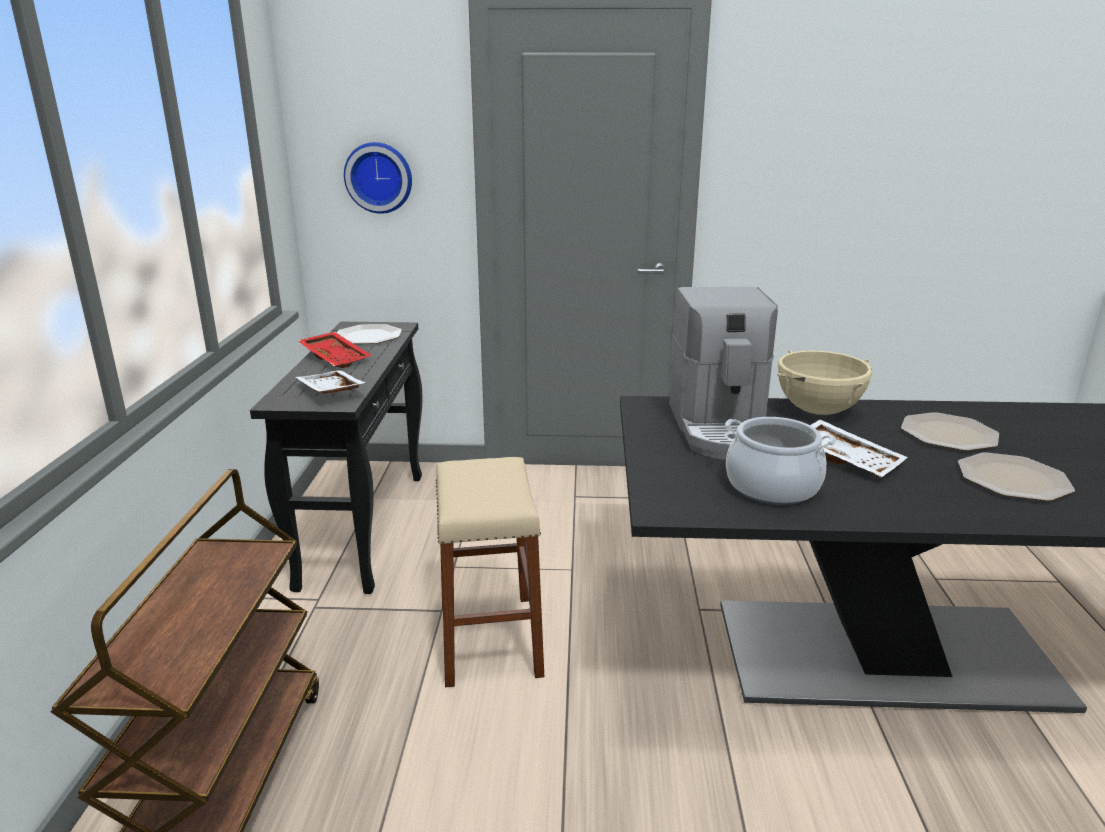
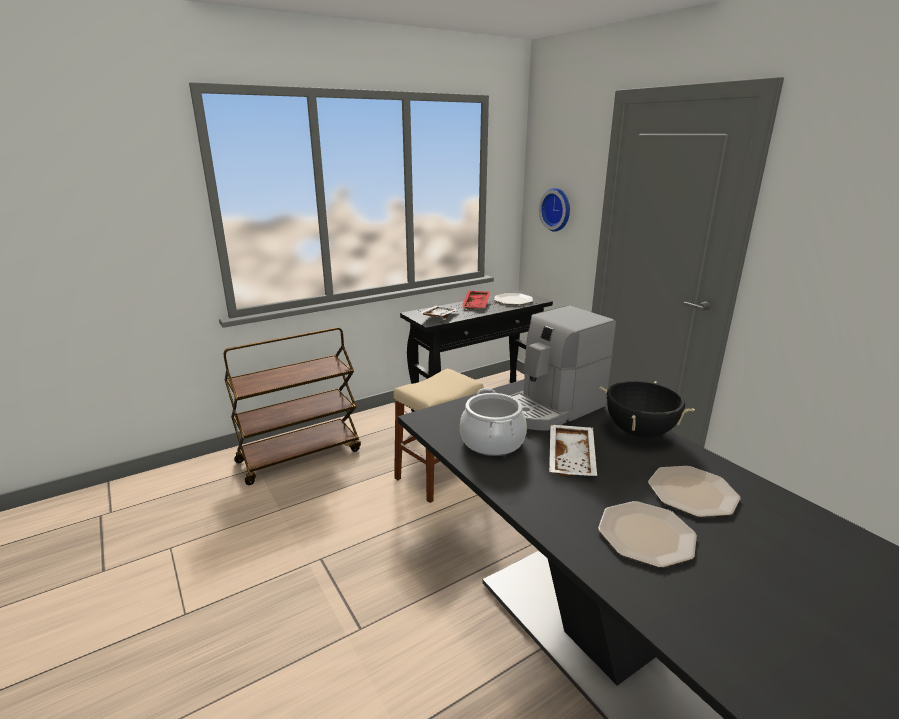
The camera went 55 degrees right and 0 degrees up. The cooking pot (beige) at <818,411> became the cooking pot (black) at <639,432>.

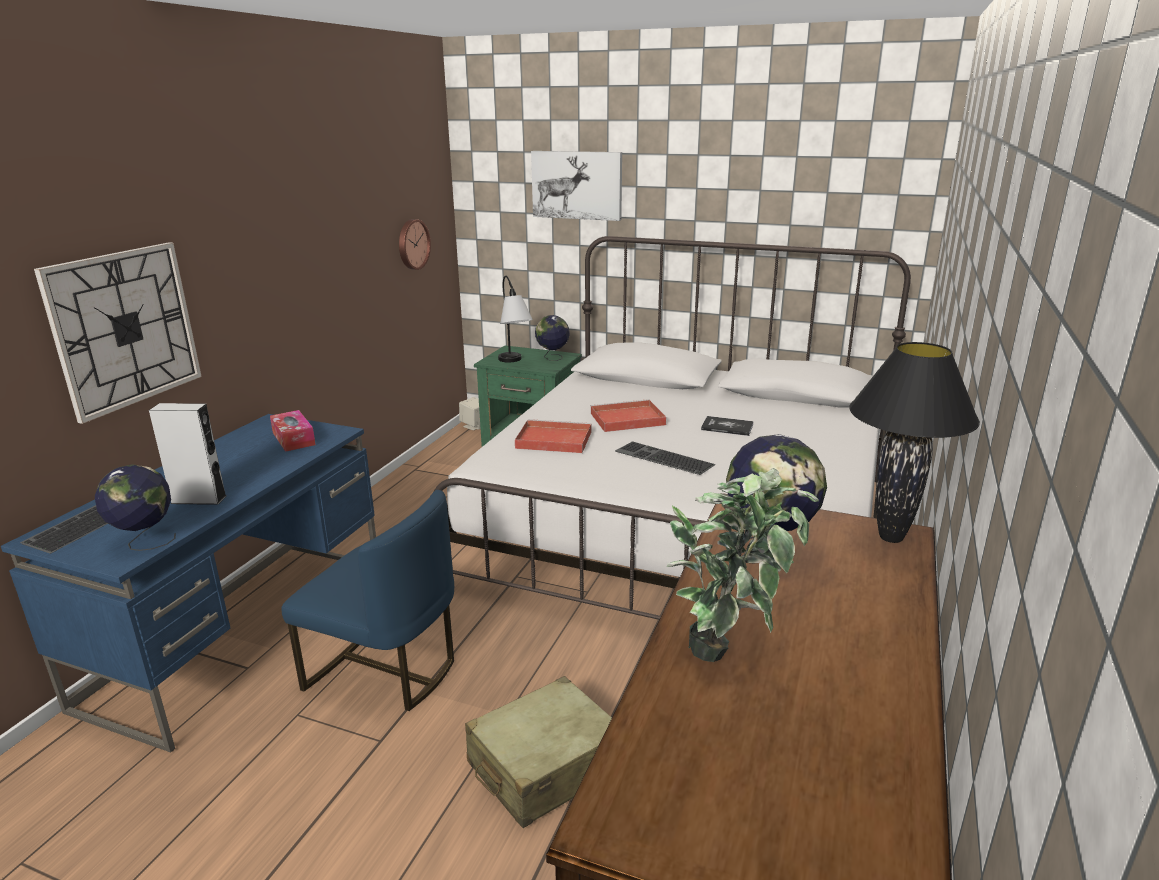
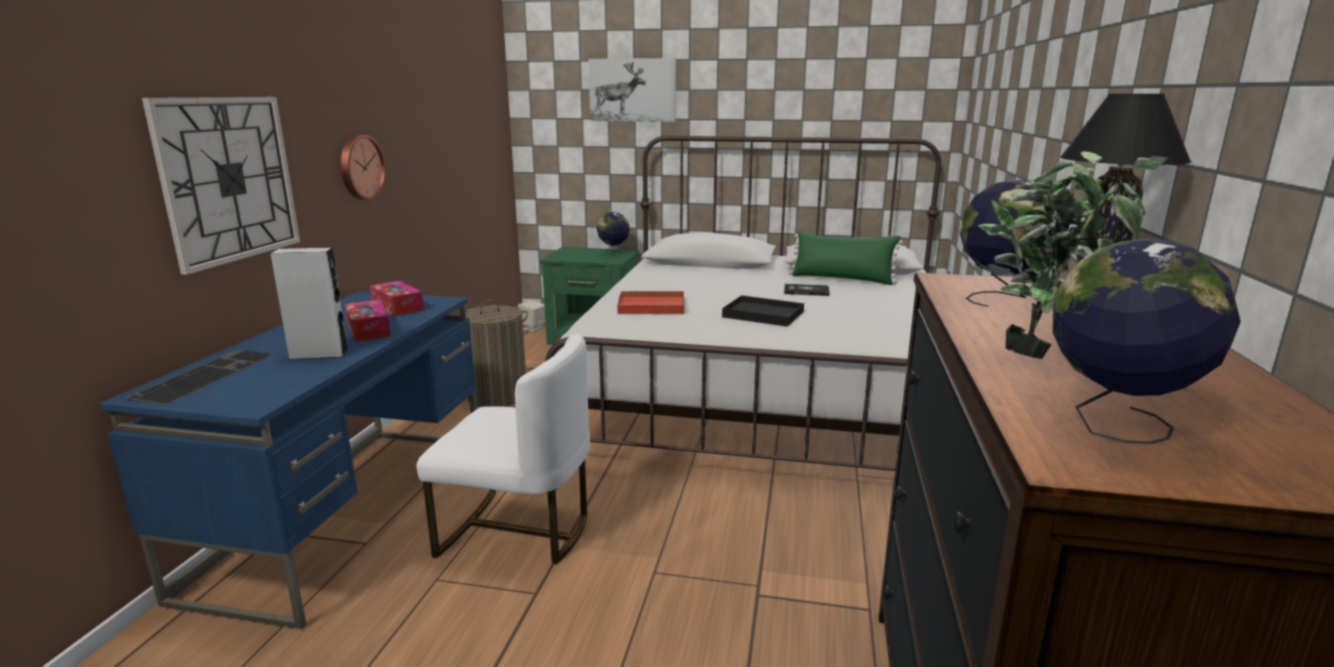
The camera went 10 degrees left and 5 degrees down. The globe moved from <145,542> to <1115,427>. The chair (blue) at <385,670> became the chair (white) at <518,531>. The wall clock moved from <412,244> to <360,167>. The suitcase (beige) at <545,766> disappeared. The table lamp at <514,363> disappeared. The tray (red) at <626,419> disappeared. The keyboard at <662,458> was replaced by the tray (black) at <761,314>. The tissue box at <368,330> appeared. The laundry basket at <497,396> appeared. The pillow (green) at <842,279> appeared.

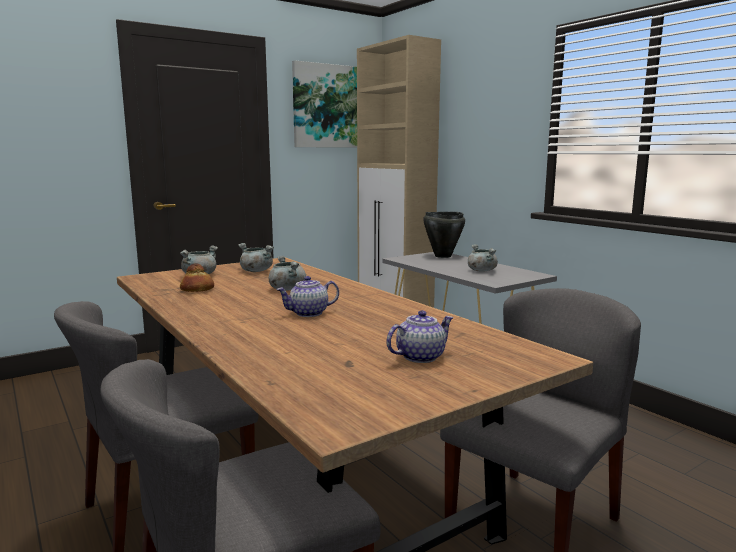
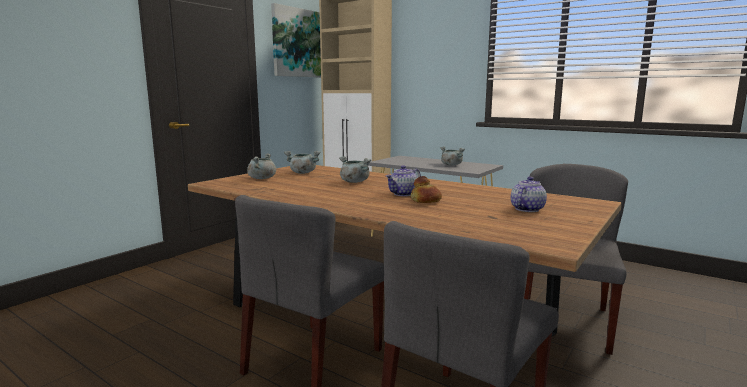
The camera went 20 degrees left and 0 degrees up. The bread moved from <197,290> to <425,201>. The cooking pot (black) at <442,256> disappeared.

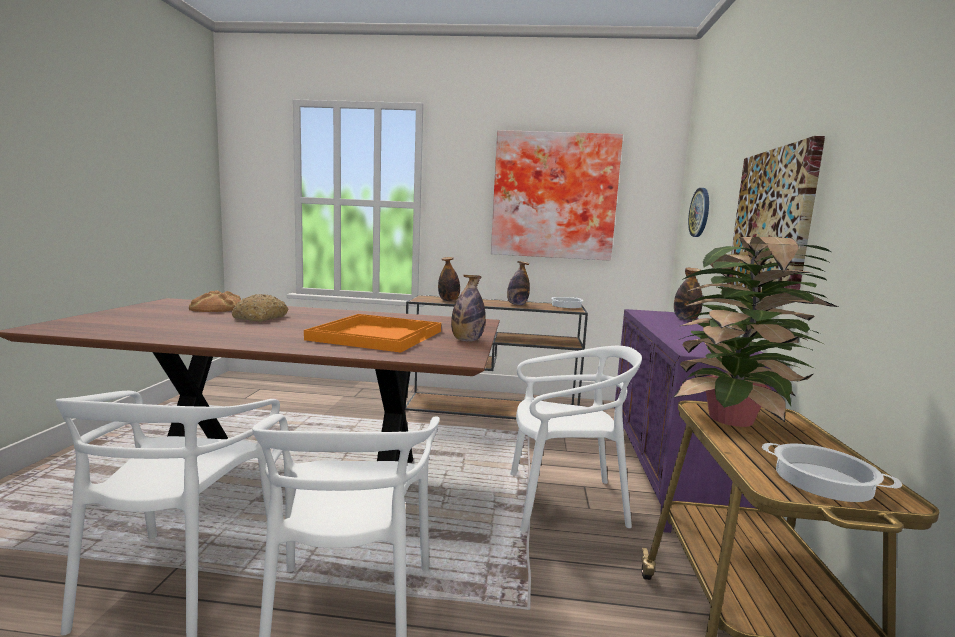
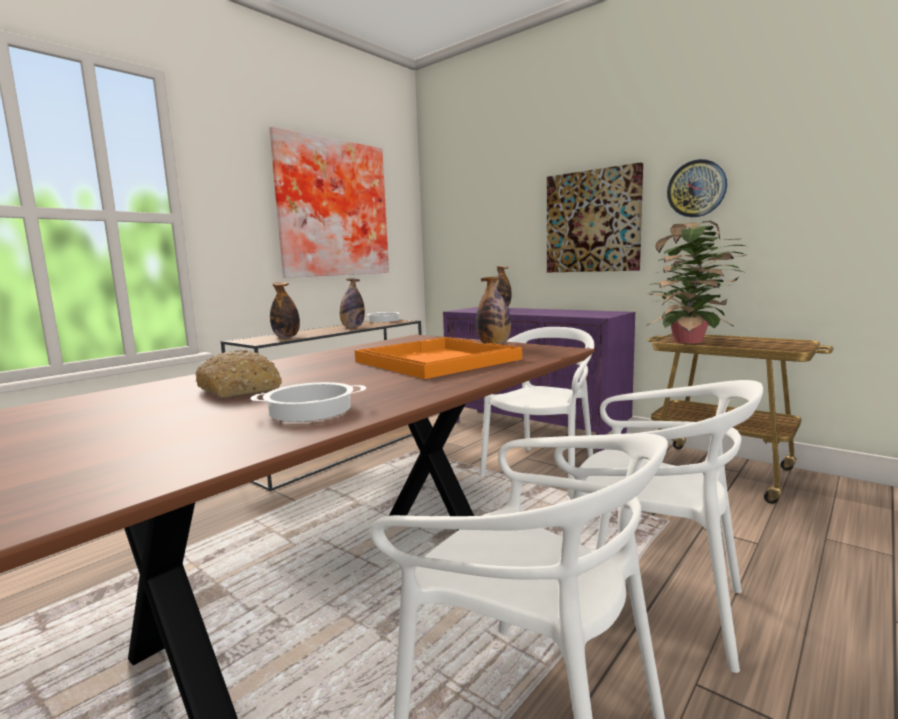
The camera went 55 degrees left and 0 degrees up. The bread at <216,308> disappeared. The wall clock moved from <700,212> to <696,189>. The cooking pot moved from <822,480> to <310,410>.

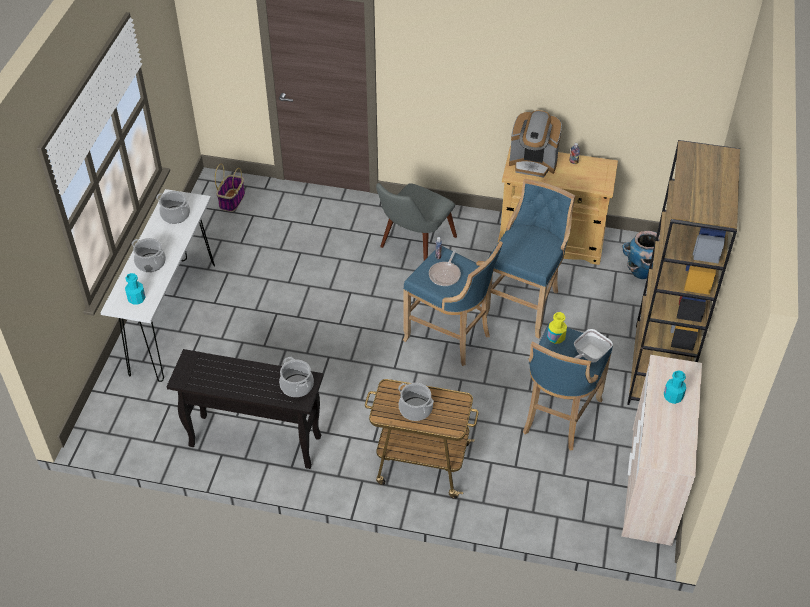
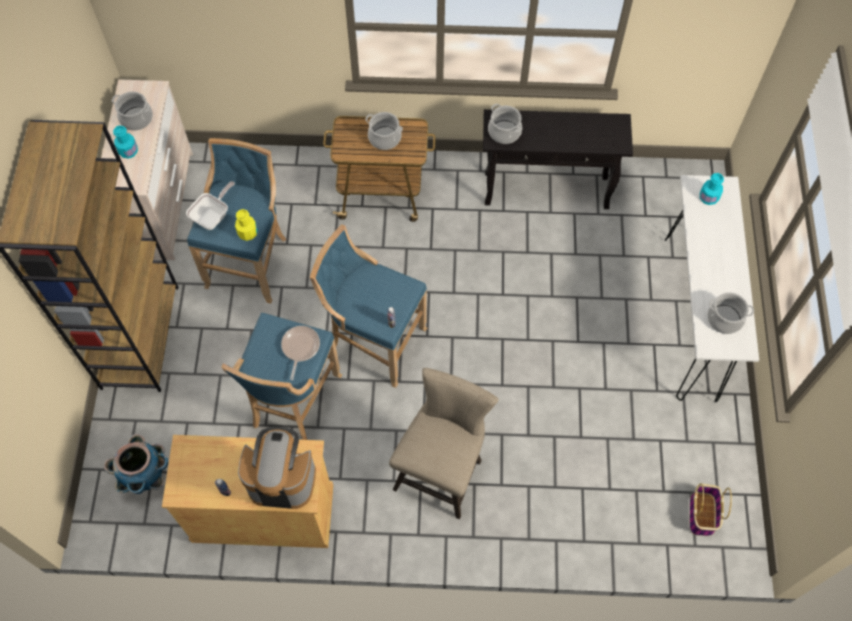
The camera went 170 degrees right and 15 degrees up. The cooking pot moved from <150,263> to <136,118>. The chair (grey) at <412,247> was replaced by the stool (beige) at <441,470>. The frying pan moved from <445,274> to <300,348>.

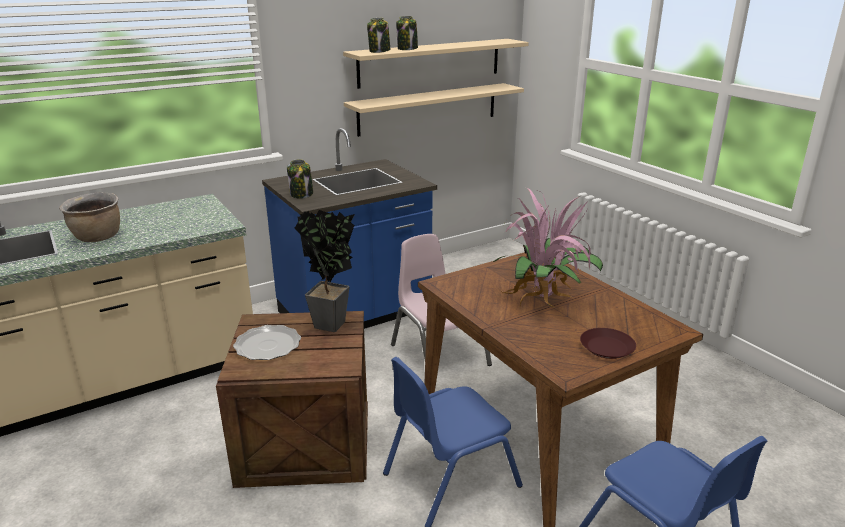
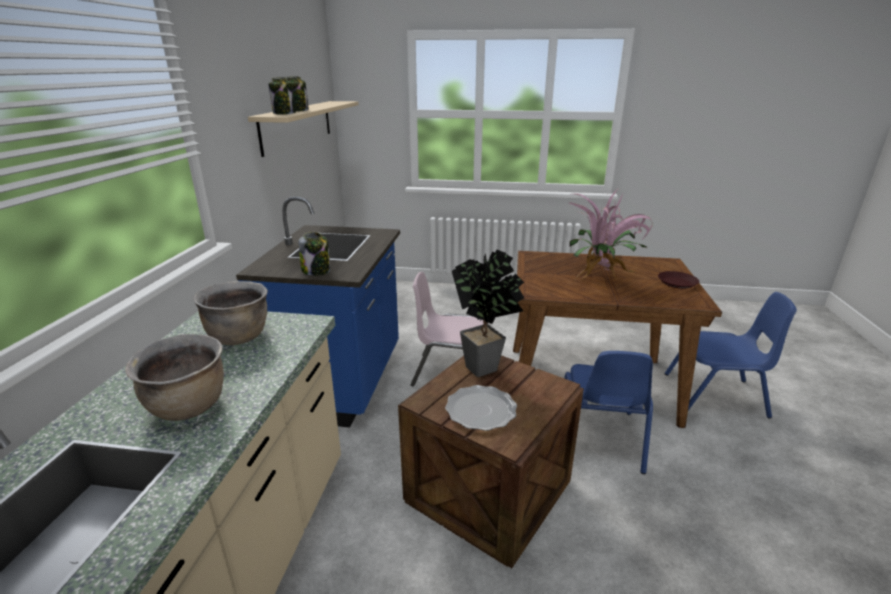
The camera went 50 degrees left and 0 degrees up. The shelf (beige) at <428,109> disappeared. The cooking pot (brown) at <239,336> appeared.

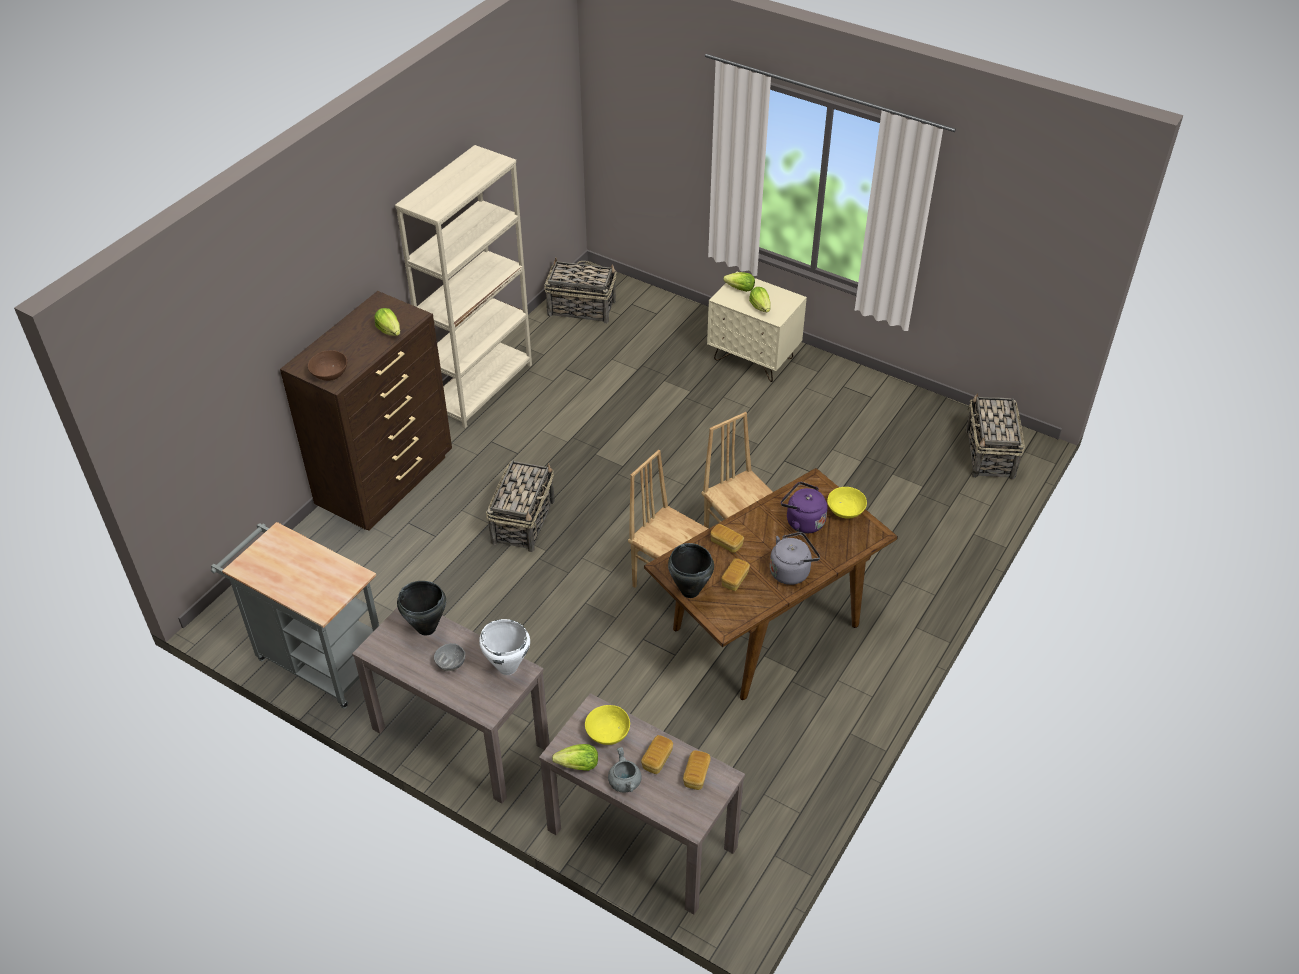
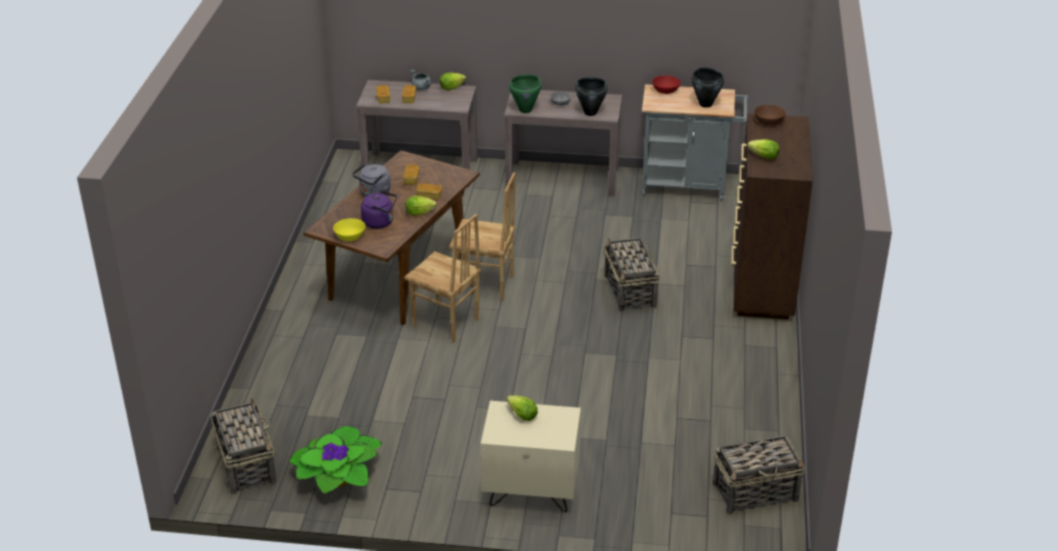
The camera went 155 degrees right and 10 degrees down. The bookcase (beige) at <481,387> disappeared. The cooking pot (white) at <507,667> became the cooking pot (green) at <525,110>. The bowl (yellow) at <607,733> disappeared. The cooking pot (black) moved from <690,591> to <705,104>. The lettuce moved from <740,289> to <419,213>. The potted plant at <339,477> appeared. The bowl (red) at <665,91> appeared.

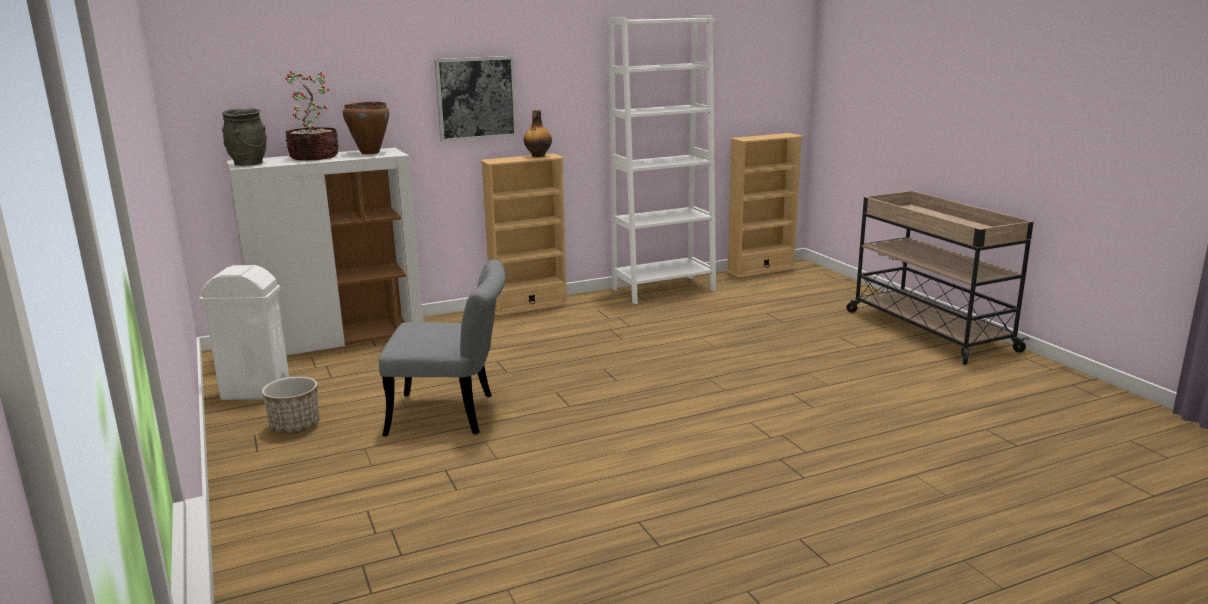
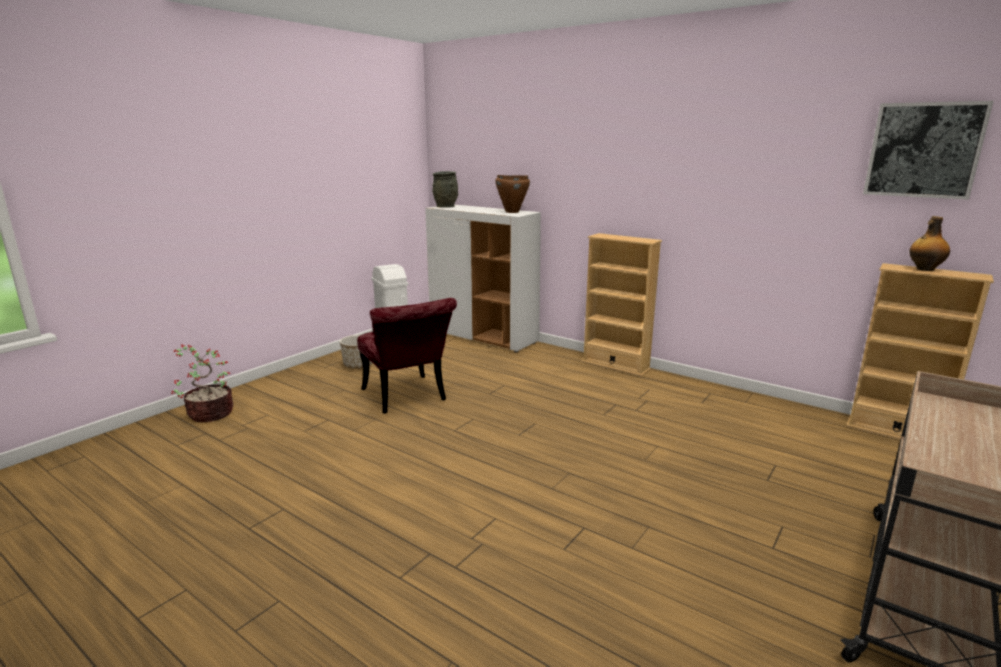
The camera went 60 degrees right and 0 degrees up. The potted plant moved from <313,157> to <209,414>. The chair (grey) at <453,414> became the chair (red) at <407,398>. The picture moved from <476,98> to <924,150>. The bottle moved from <538,156> to <924,269>. The bookcase (white) at <663,290> disappeared.

